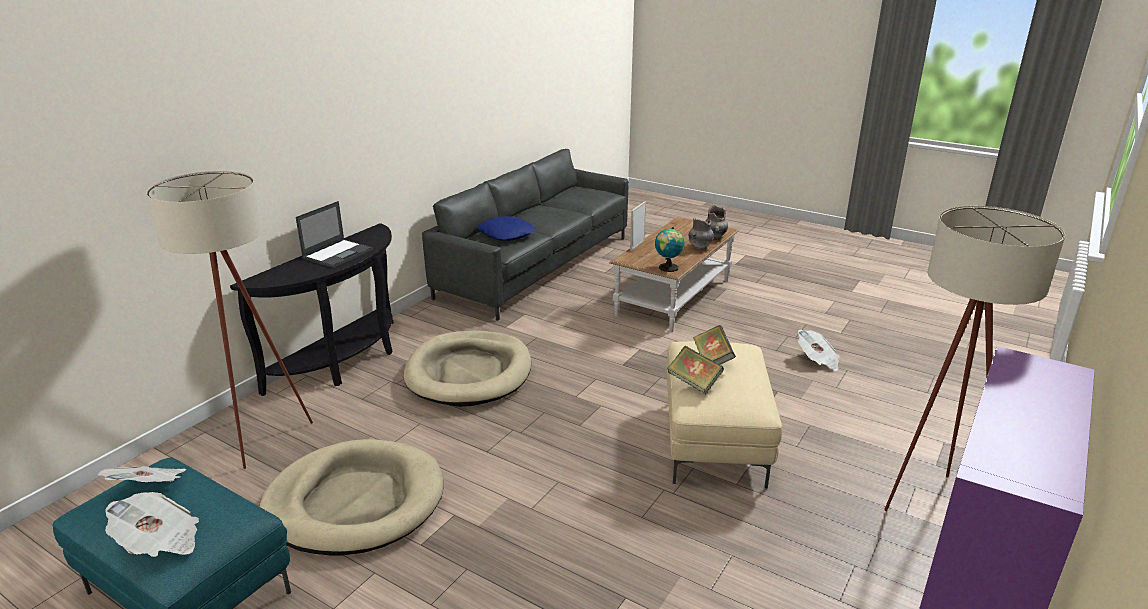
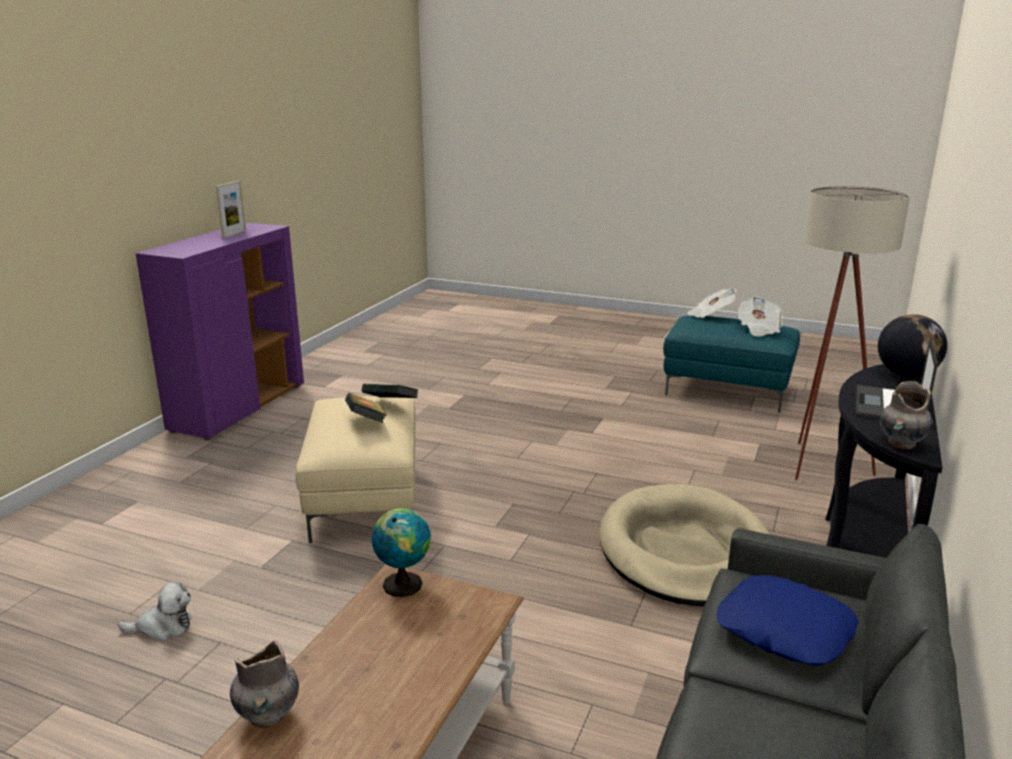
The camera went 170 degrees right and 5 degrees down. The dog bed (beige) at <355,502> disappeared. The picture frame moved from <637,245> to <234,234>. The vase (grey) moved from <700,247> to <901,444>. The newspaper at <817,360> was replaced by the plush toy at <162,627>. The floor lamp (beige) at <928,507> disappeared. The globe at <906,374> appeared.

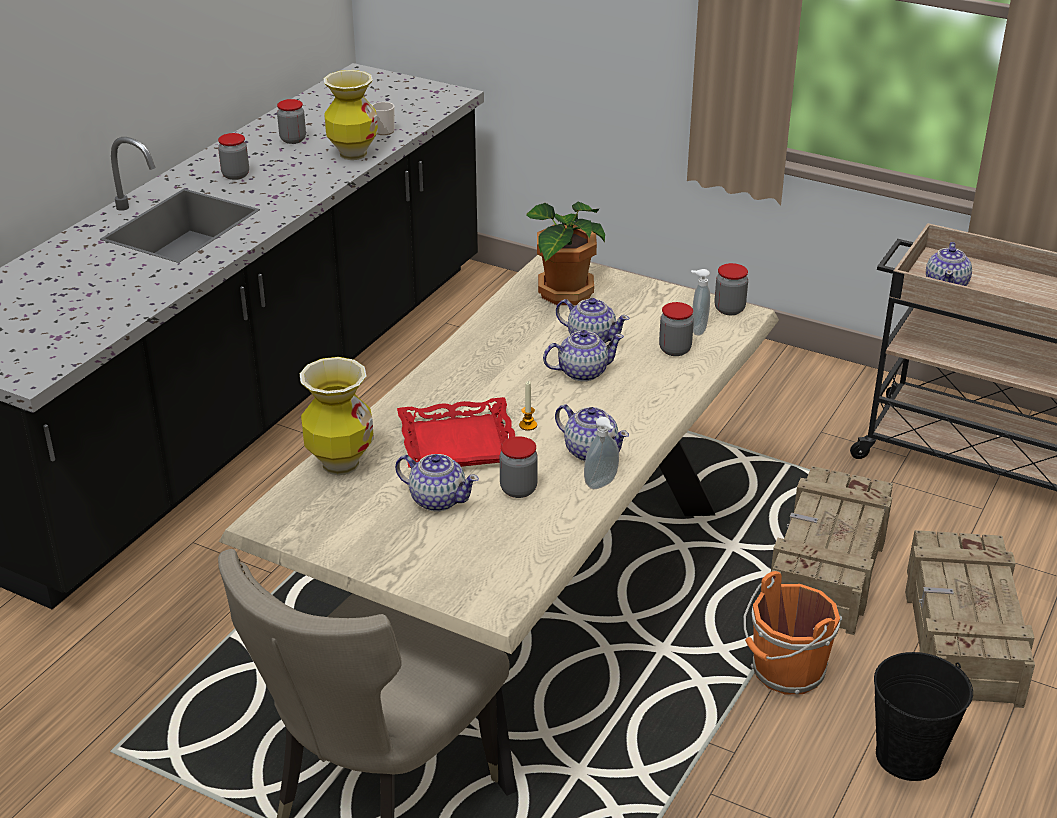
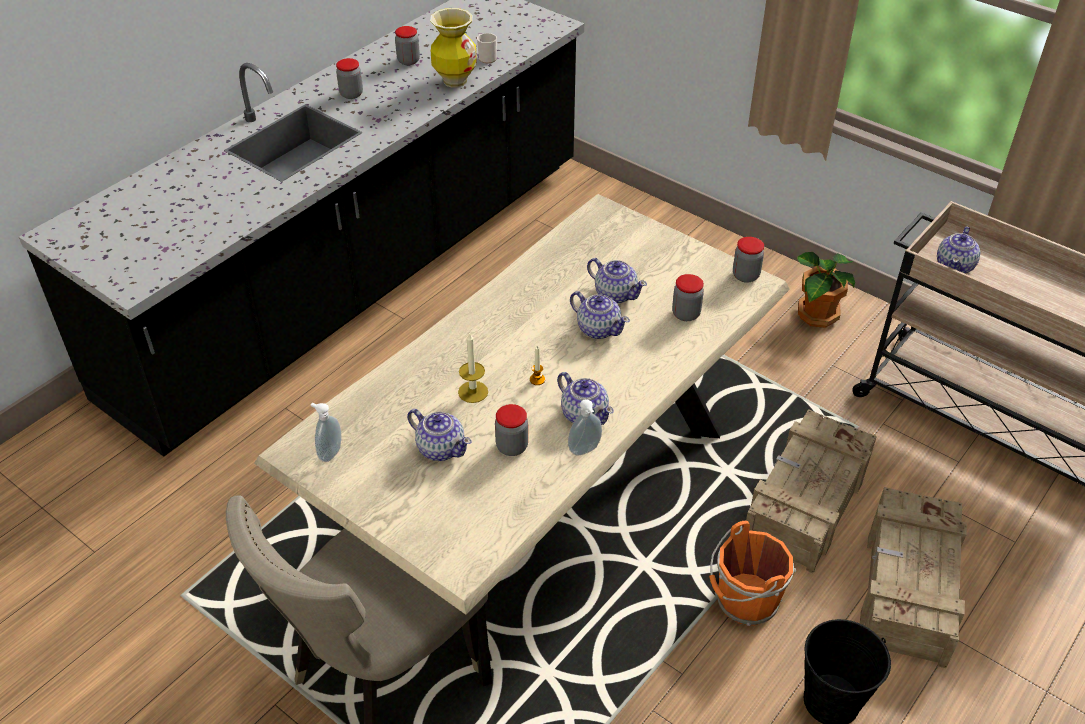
The camera went 10 degrees right and 10 degrees up. The vase at <340,464> disappeared. The tray (red) at <458,444> was replaced by the candle at <473,392>. The potted plant moved from <563,293> to <816,315>. The teapot at <582,372> turned 45 degrees clockwise. The soap dispenser moved from <697,329> to <329,453>.

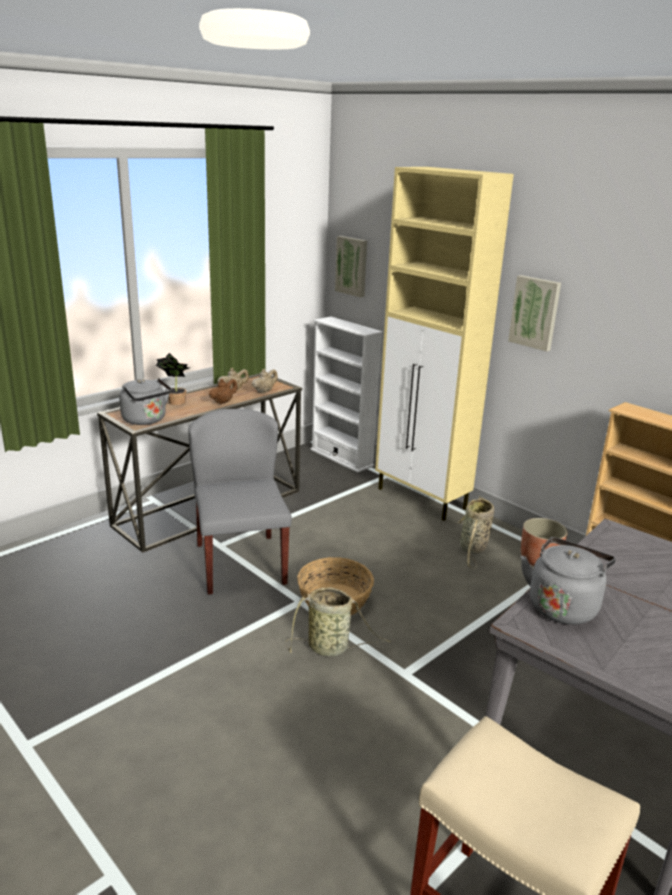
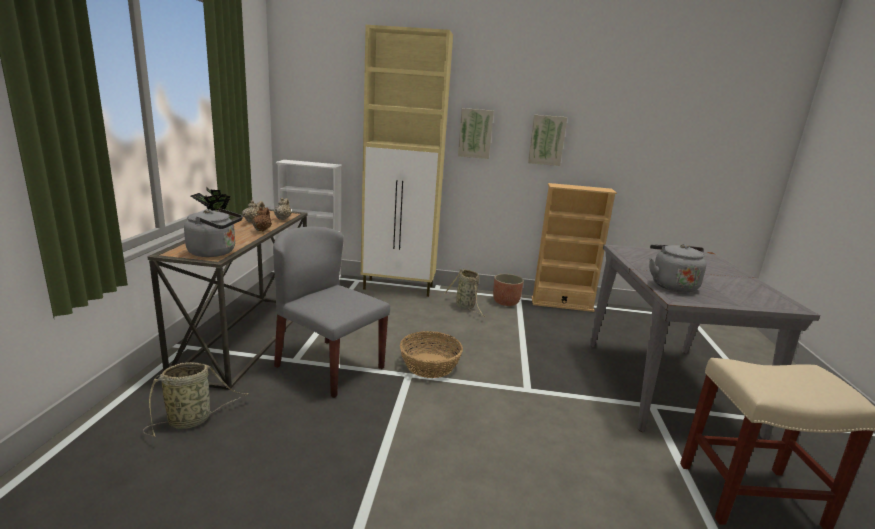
The camera went 40 degrees left and 5 degrees down. The basket moved from <331,648> to <193,420>. The picture moved from <352,266> to <547,140>.

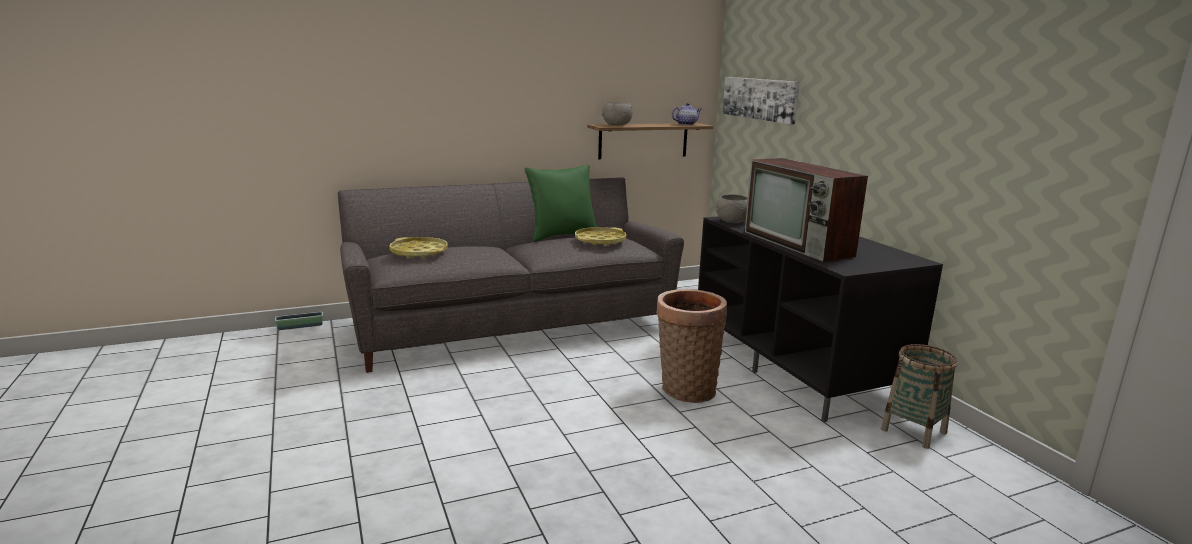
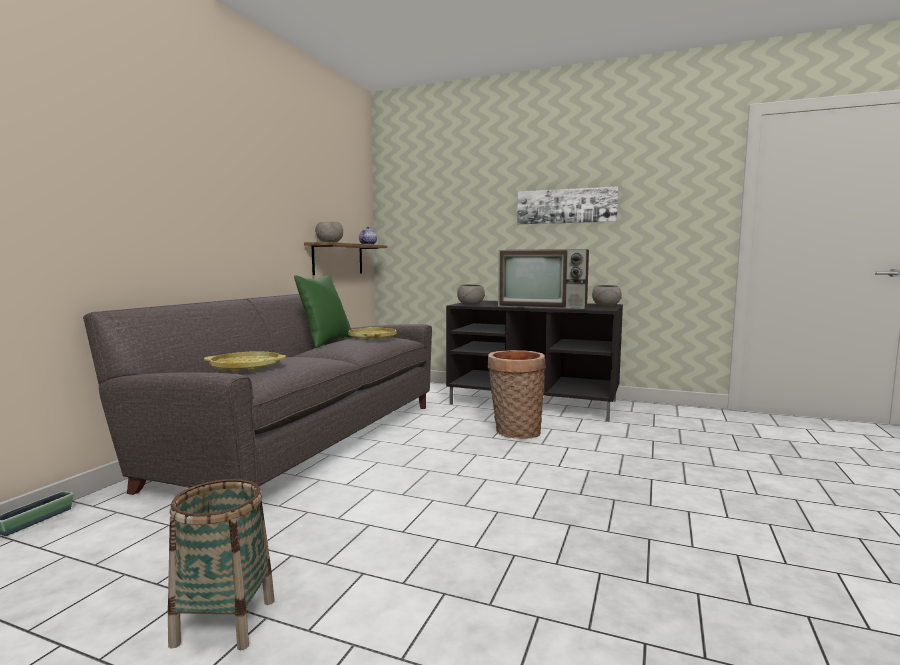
The camera went 45 degrees left and 10 degrees down. The picture moved from <760,99> to <566,206>. The basket moved from <913,431> to <224,622>. The bowl (grey) at <605,306> appeared.

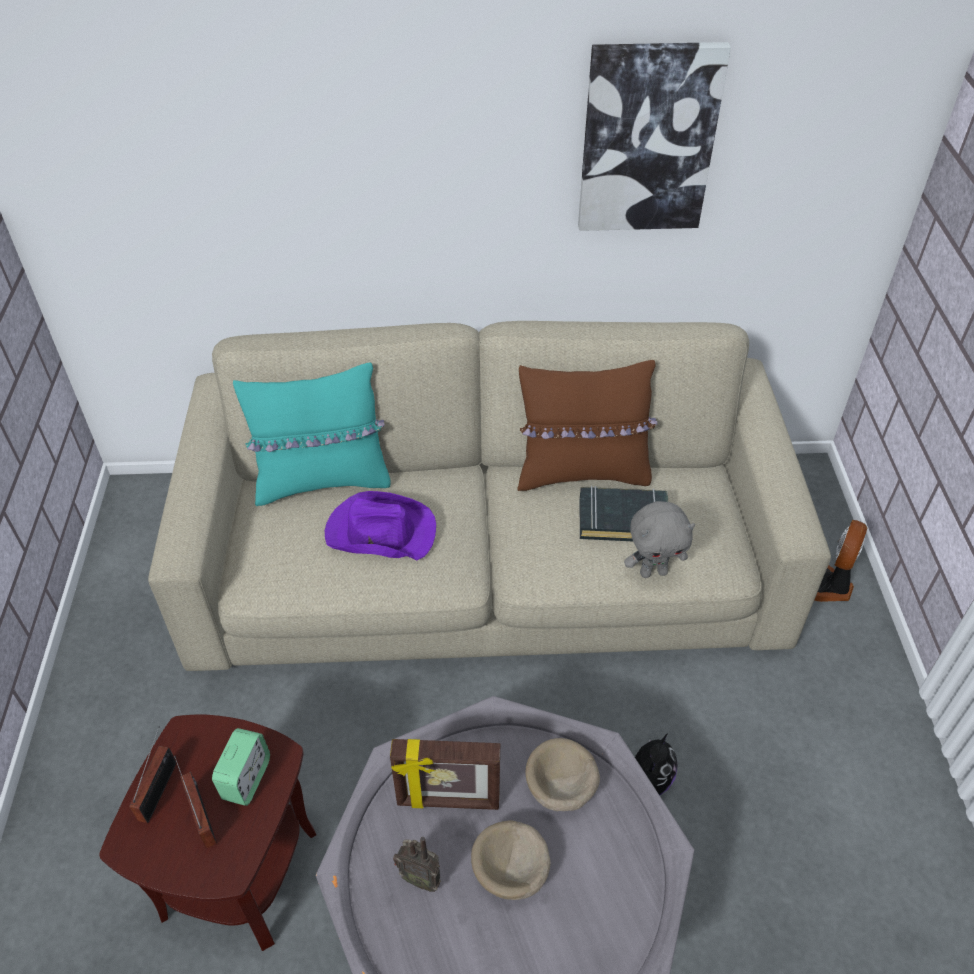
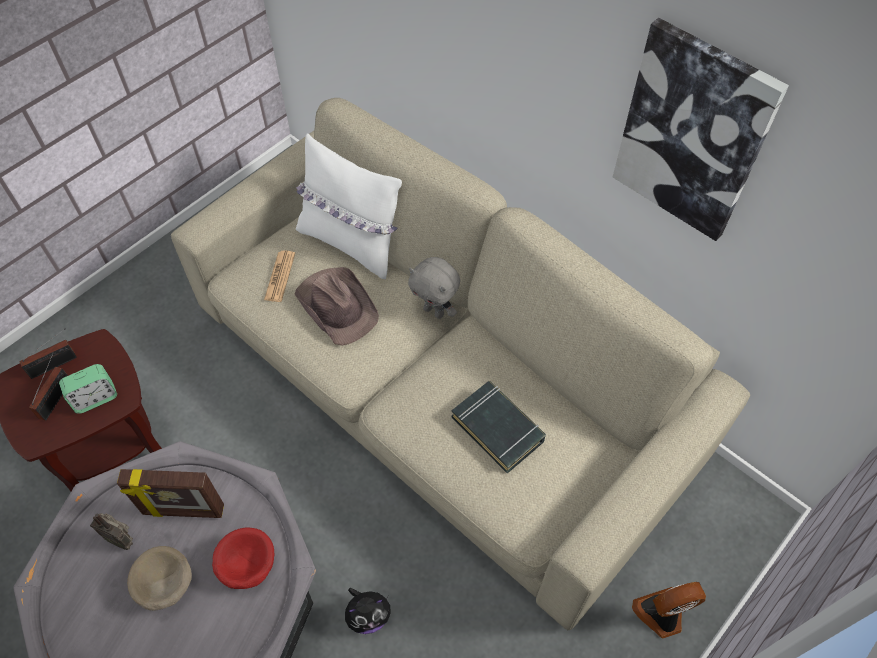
The camera went 45 degrees right and 10 degrees up. The pillow (turquoise) at <322,481> became the pillow (white) at <351,243>. The hat (purple) at <379,531> became the hat (brown) at <337,305>. The picture frame at <448,801> turned 45 degrees counterclockwise. The radio at <420,877> turned 45 degrees counterclockwise. The pillow (brown) at <582,473> disappeared. The bowl (beige) at <560,788> became the bowl (red) at <246,565>. The plush toy (grey) moved from <653,572> to <434,311>. The newspaper at <280,276> appeared.

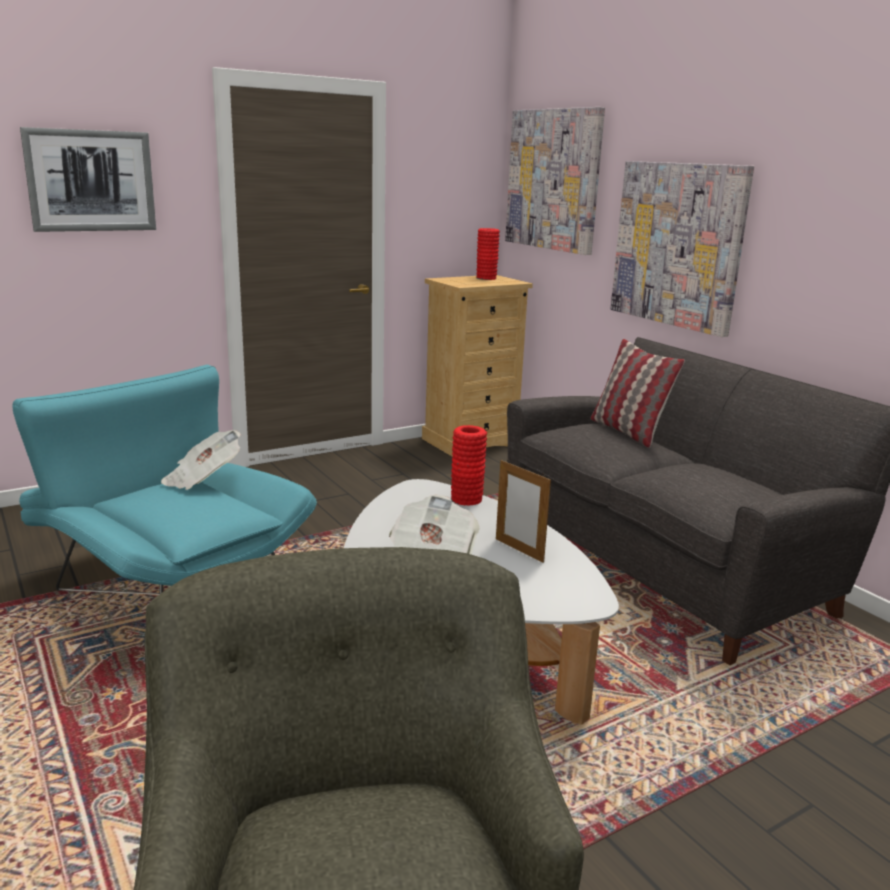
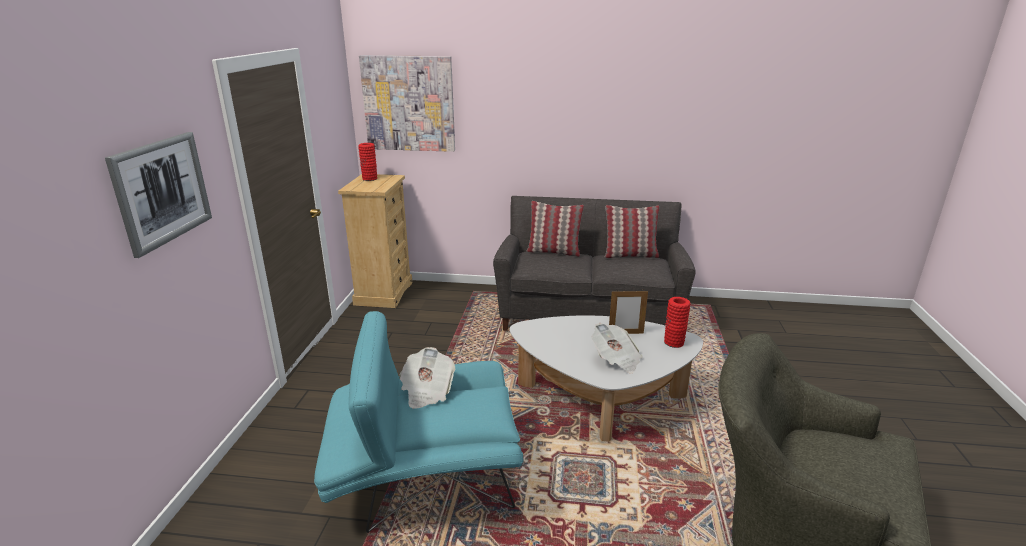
The camera went 50 degrees left and 5 degrees up. The vase (red) moved from <466,499> to <674,342>. The picture at <678,245> disappeared. The pillow at <630,255> appeared.

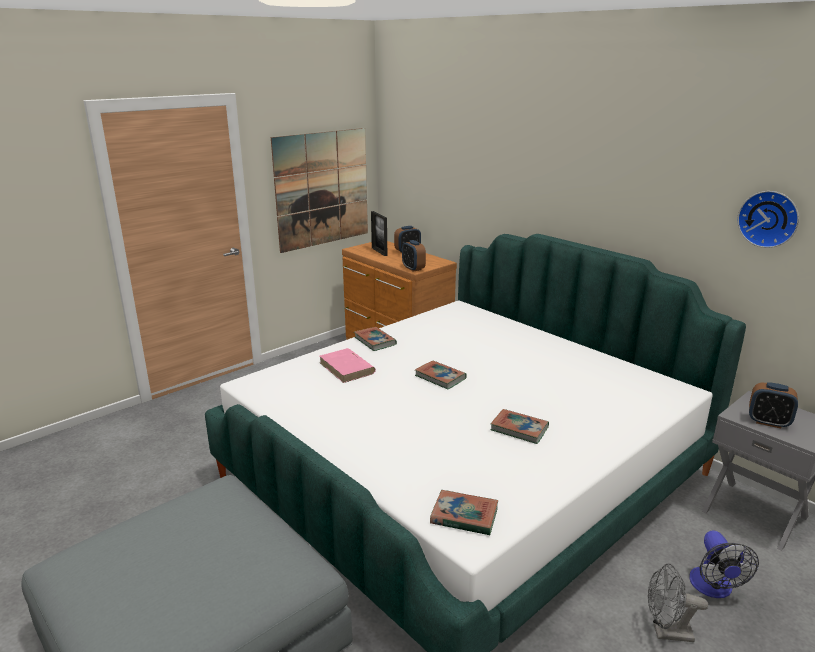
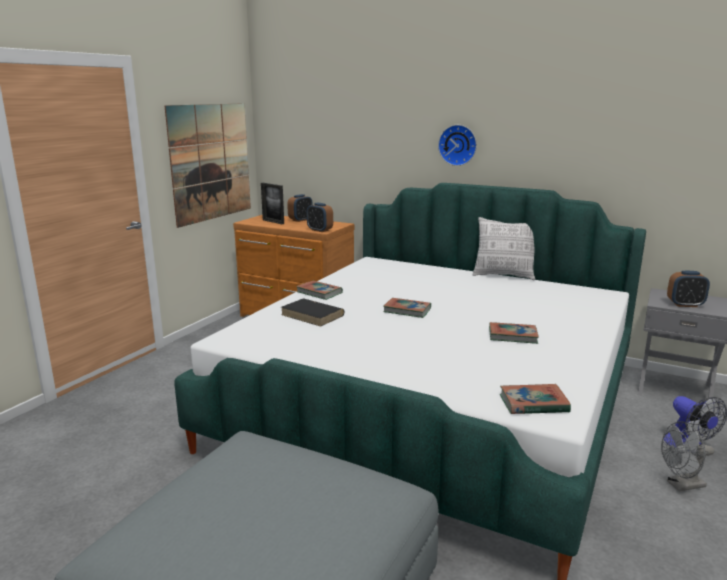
The camera went 20 degrees left and 5 degrees down. The book (pink) at <347,368> became the book (black) at <313,315>. The wall clock moved from <769,218> to <458,145>. The pillow at <504,275> appeared.

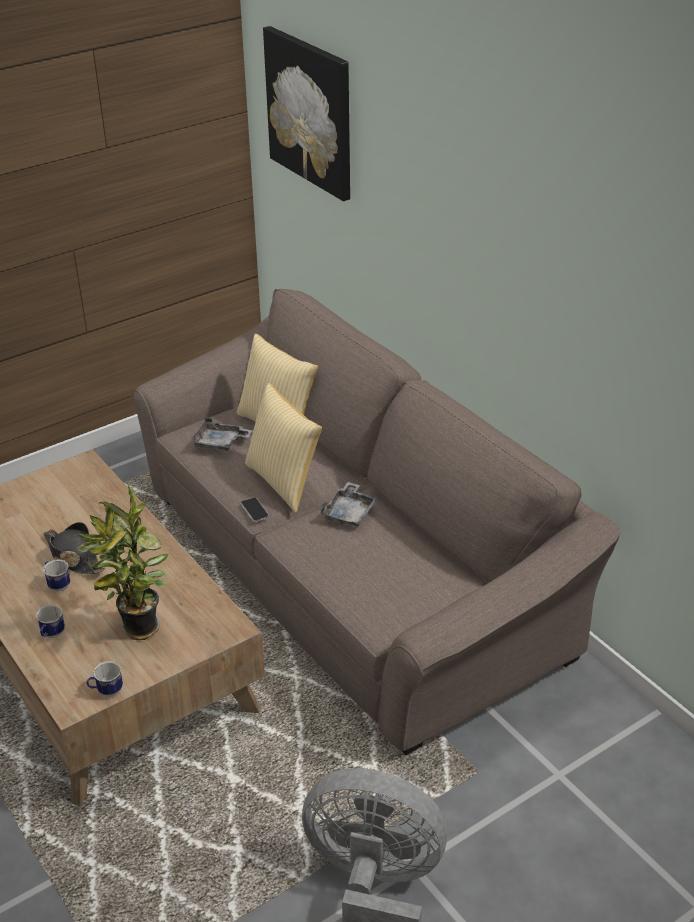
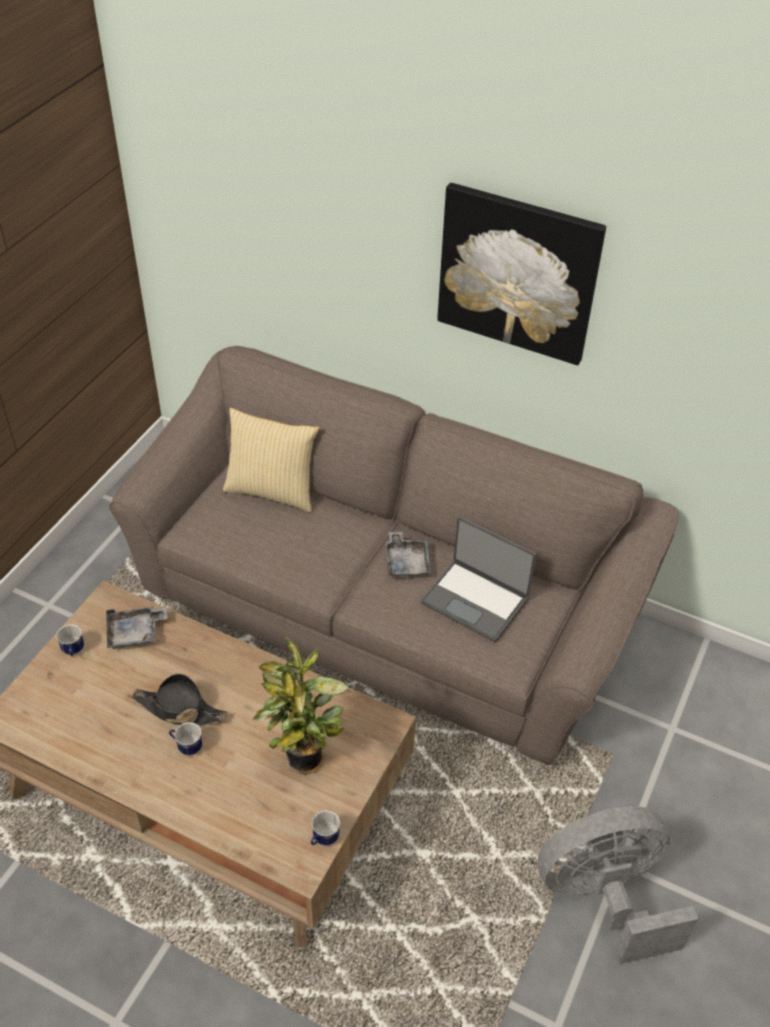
The camera went 30 degrees left and 10 degrees up. The mug moved from <51,635> to <73,652>. The tray (grey) moved from <220,443> to <135,633>. The phone at <254,510> disappeared. The pillow at <284,482> disappeared. The picture moved from <310,112> to <518,273>. The laptop at <475,600> appeared.

